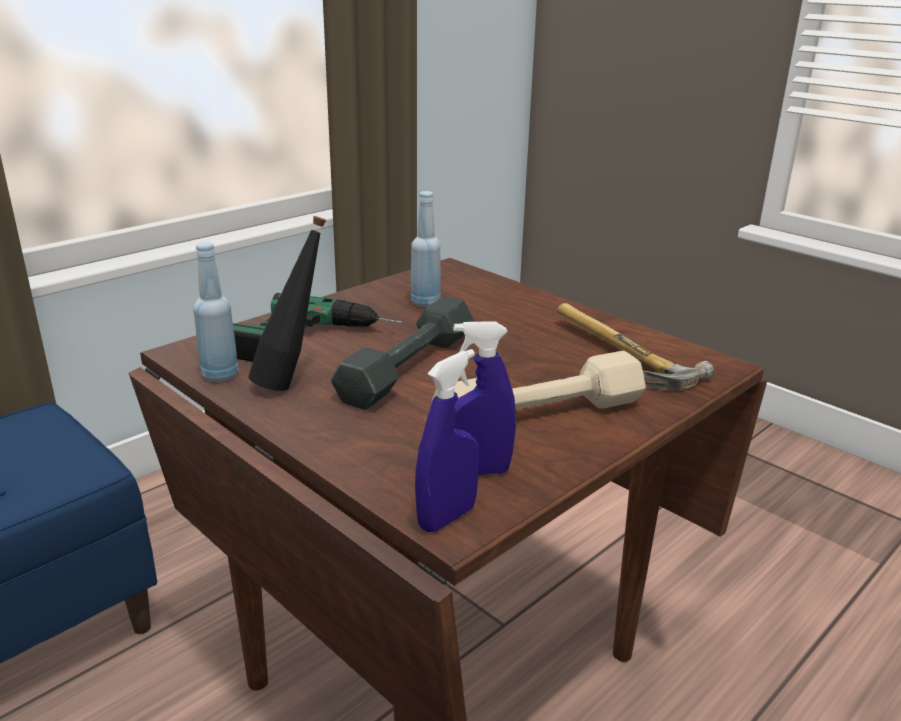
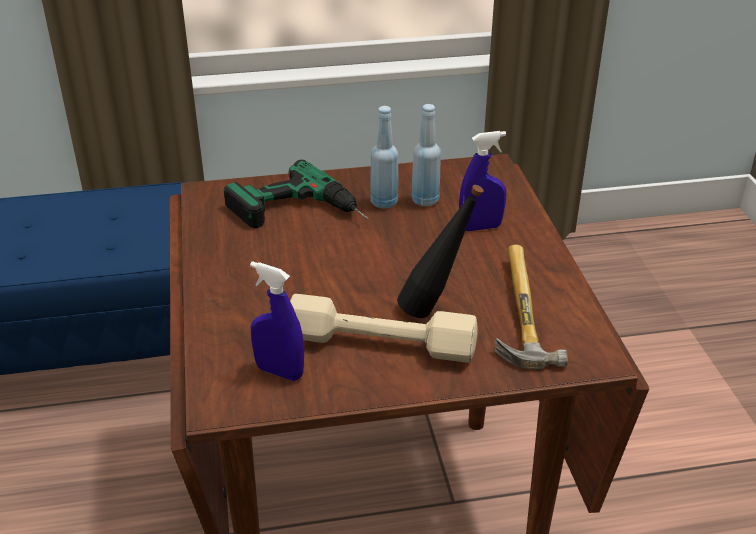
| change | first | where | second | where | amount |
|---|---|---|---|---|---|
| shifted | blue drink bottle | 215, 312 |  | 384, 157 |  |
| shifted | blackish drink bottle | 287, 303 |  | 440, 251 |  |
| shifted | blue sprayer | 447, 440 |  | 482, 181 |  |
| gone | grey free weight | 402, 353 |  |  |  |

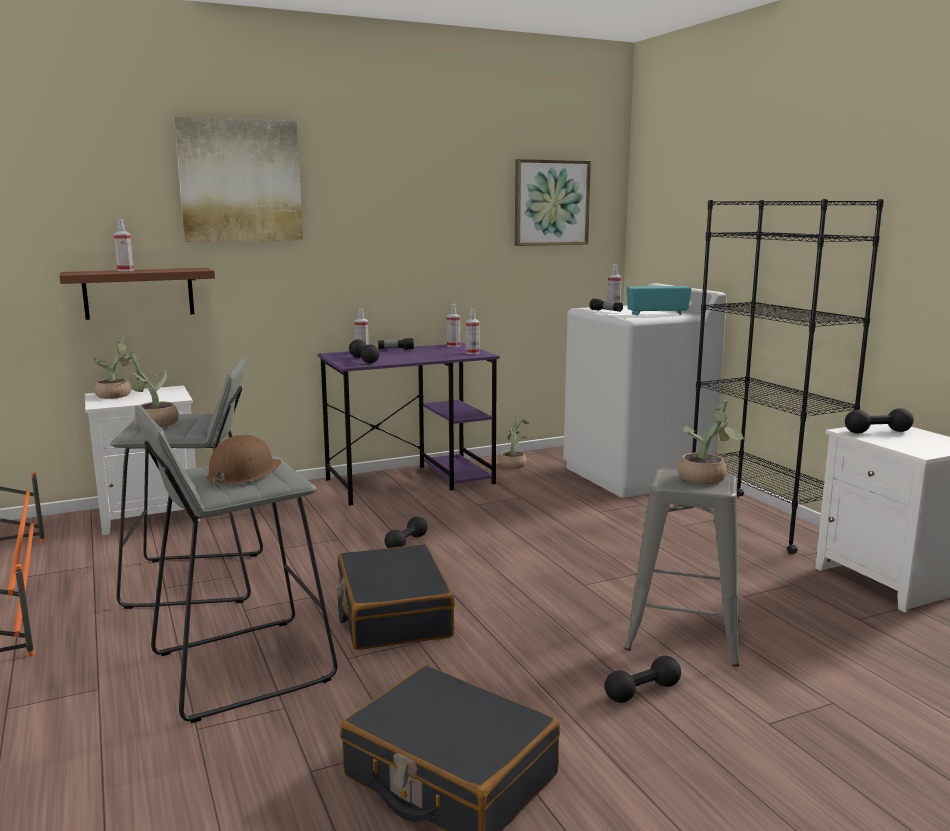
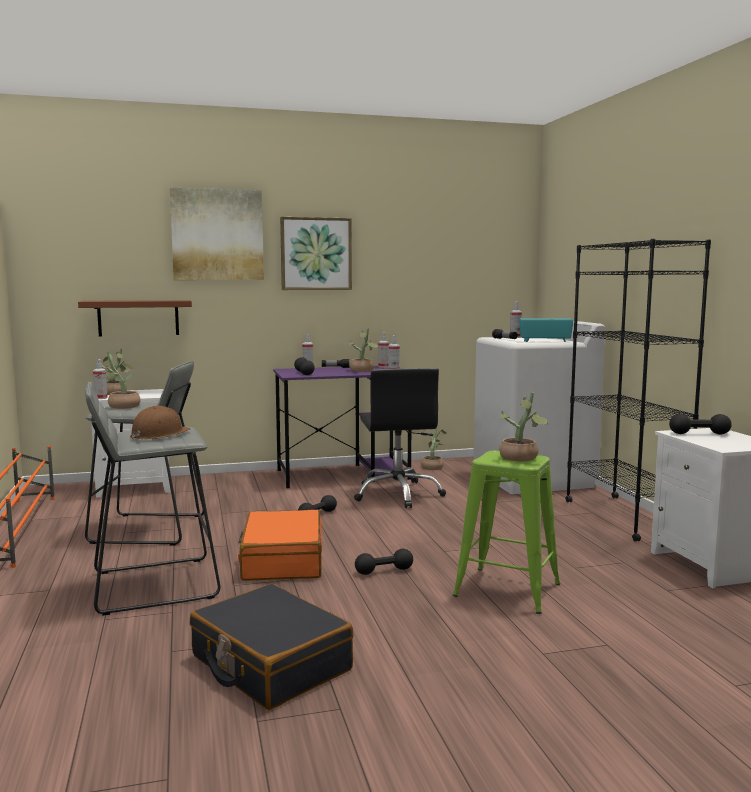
| change | first | where | second | where | amount |
|---|---|---|---|---|---|
| shifted | sprayer | 124, 245 |  | 100, 379 |  |
| repainted | blackish travel case | 396, 597 | orangey travel case | 280, 545 |  |
| shifted | picture | 553, 202 |  | 316, 253 |  |
| new |  |  | plant in a pot | 363, 350 |  |
| new |  |  | blackish computer chair | 400, 438 |  |
| shifted | blackish free weight | 643, 679 |  | 384, 562 |  |
| repainted | grey stool seat | 682, 567 | green-coloured stool seat | 506, 532 |  |

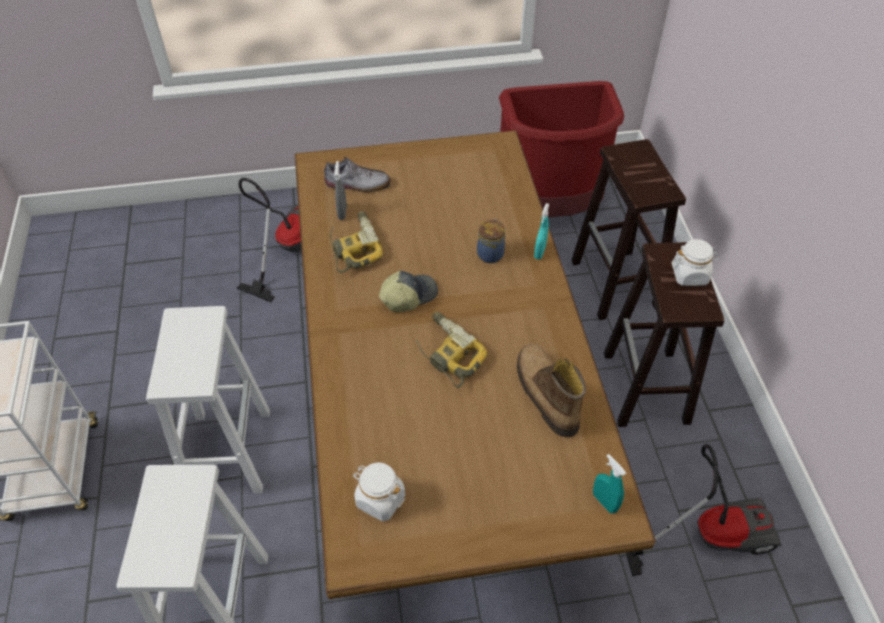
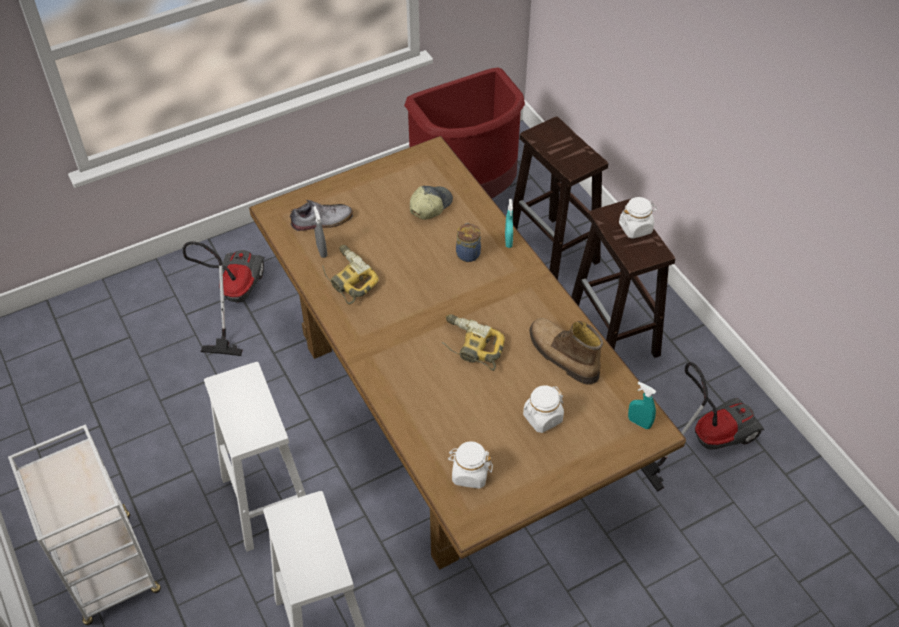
| change | first | where | second | where | amount |
|---|---|---|---|---|---|
| shifted | peaked cap | 408, 291 |  | 431, 203 |  |
| new |  |  | whitish jar | 543, 409 |  |

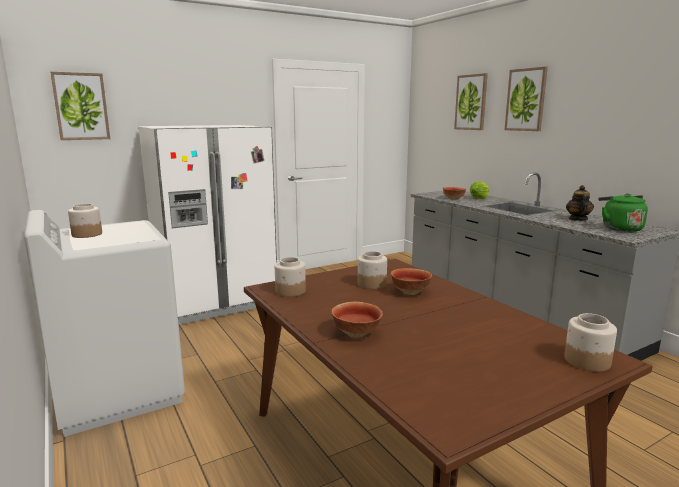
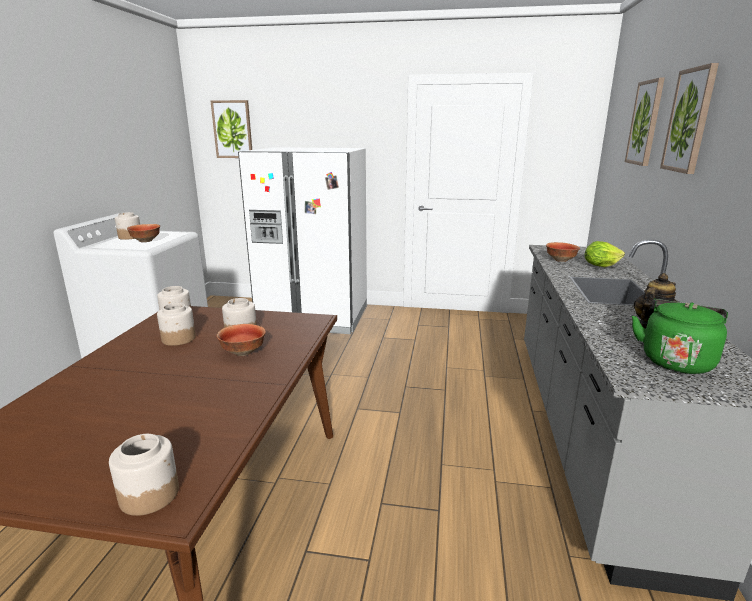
| change | first | where | second | where | amount |
|---|---|---|---|---|---|
| shifted | bowl | 357, 320 |  | 143, 233 |  |
| new |  |  | jar | 176, 324 |  |

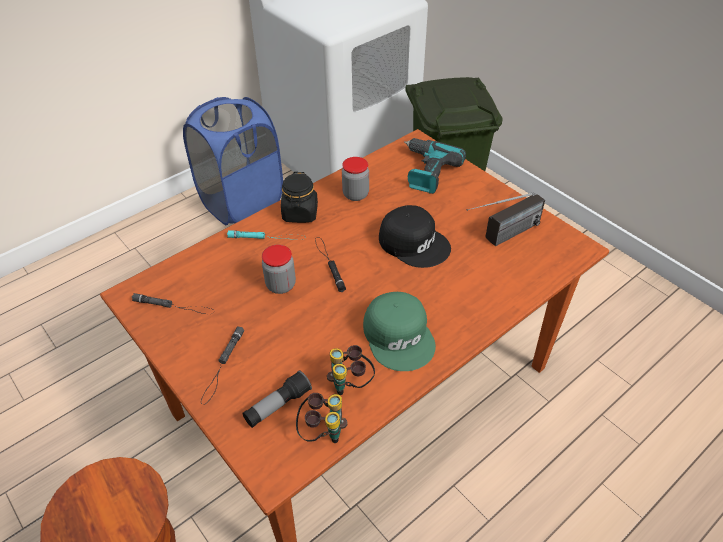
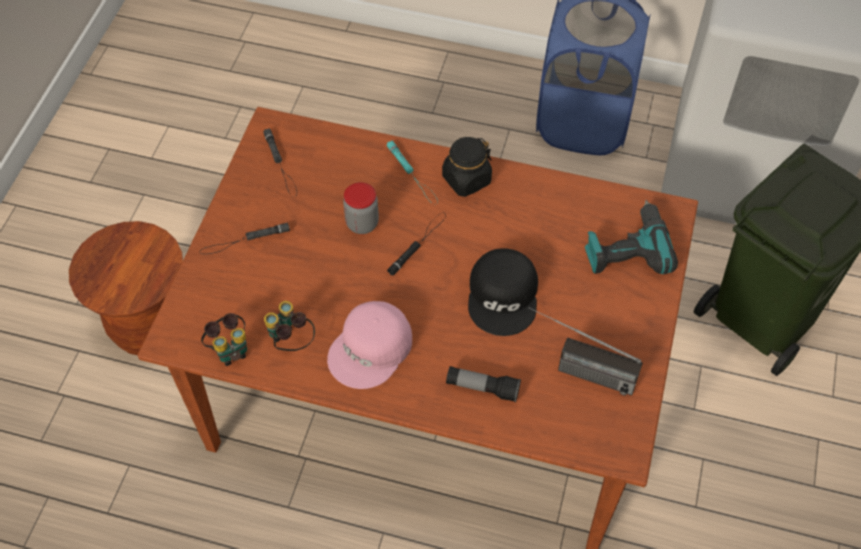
| change | first | where | second | where | amount |
|---|---|---|---|---|---|
| repainted | green-coloured peaked cap | 399, 331 | pink-coloured peaked cap | 369, 345 |  |
| shifted | torch | 277, 399 |  | 483, 384 |  |
| gone | jar | 355, 179 |  |  |  |

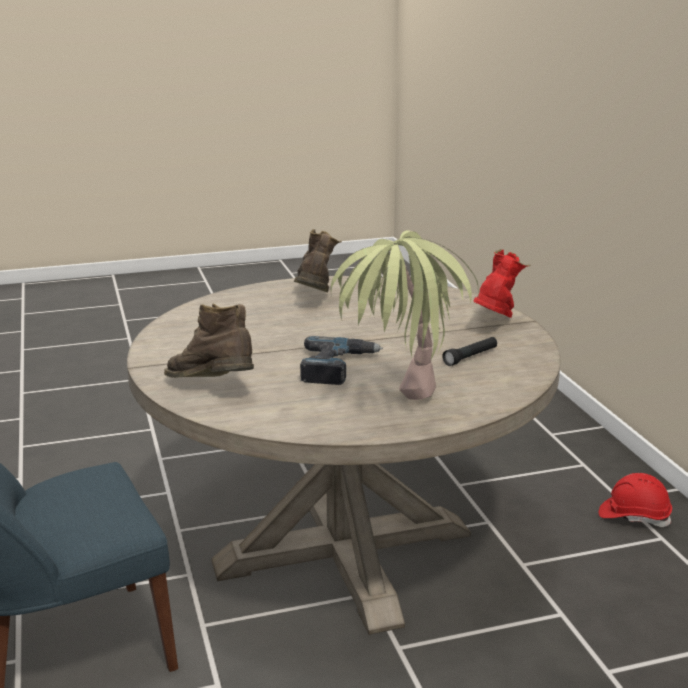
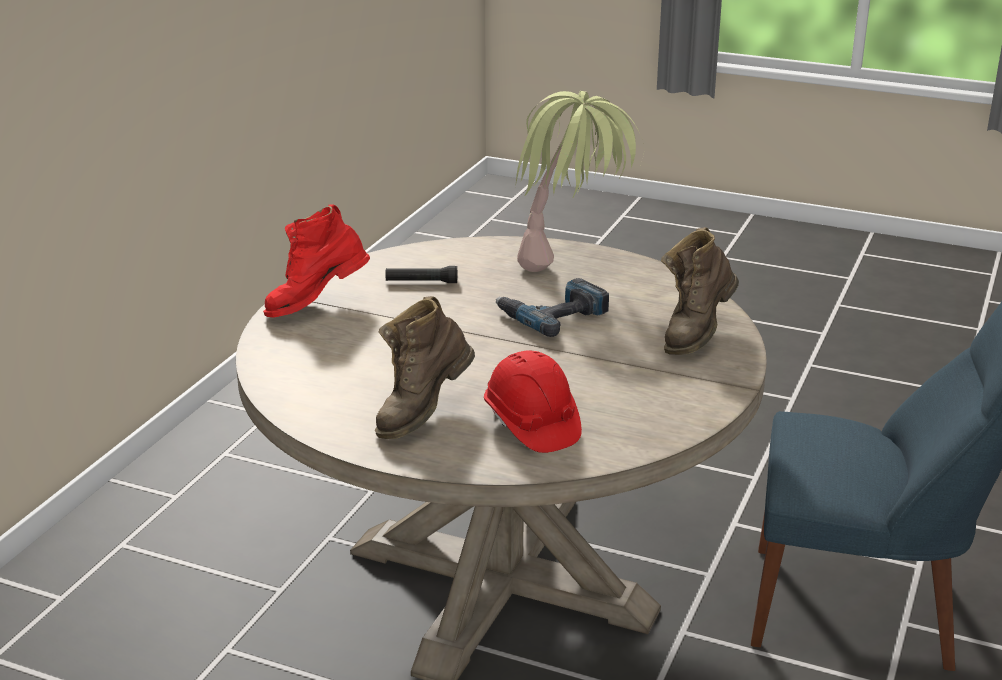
| change | first | where | second | where | amount |
|---|---|---|---|---|---|
| shifted | reddish hard hat | 635, 500 |  | 533, 401 |  |
| rotated | brownish boot | 209, 340 |  | 700, 291 | 45 degrees clockwise |

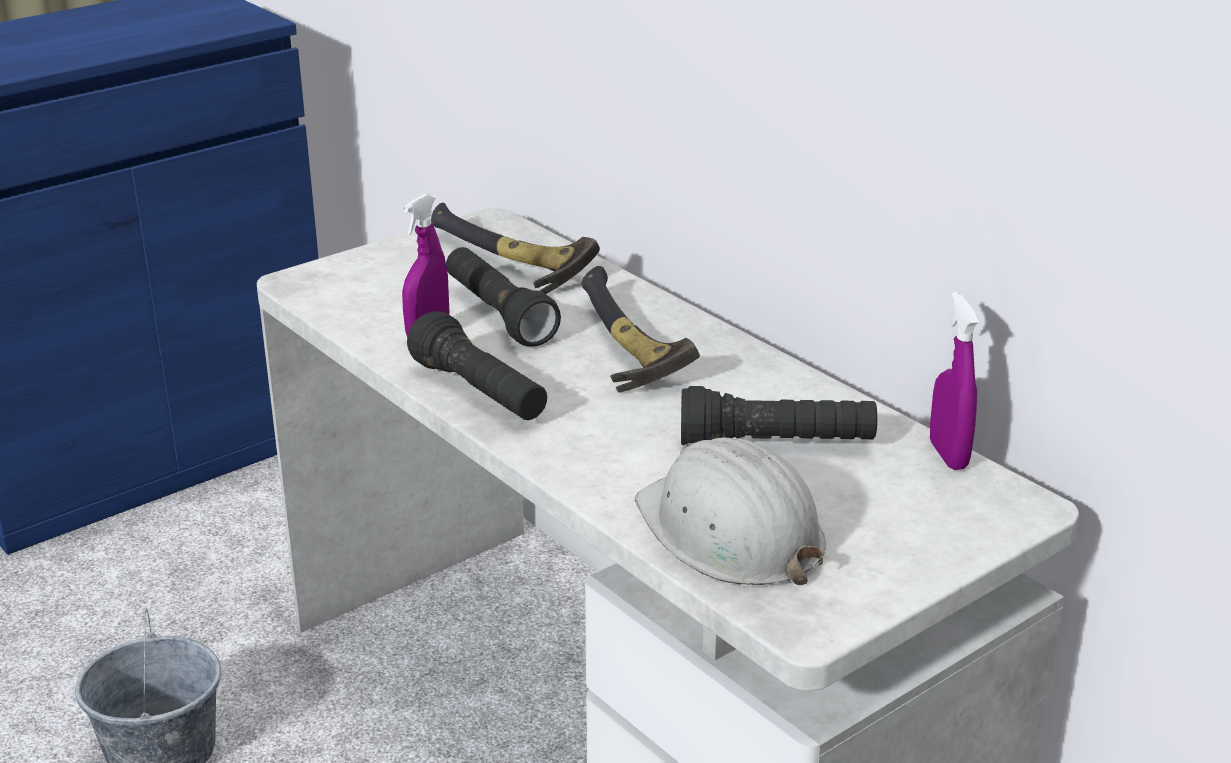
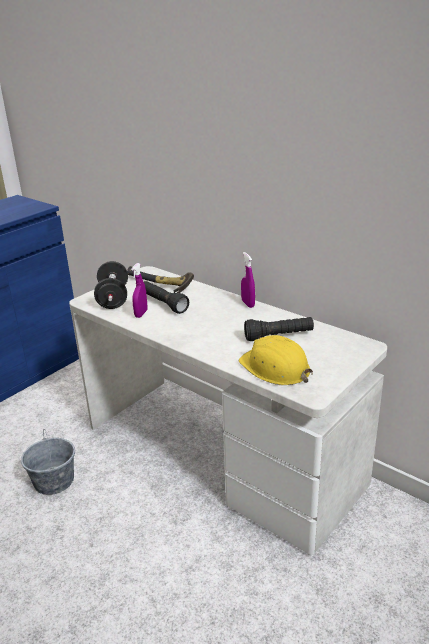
| change | first | where | second | where | amount |
|---|---|---|---|---|---|
| new |  |  | blackish free weight | 111, 285 |  |
| repainted | whitish hard hat | 730, 511 | yellow-coloured hard hat | 276, 360 |  |
| shifted | purple sprayer | 954, 381 |  | 248, 280 |  |
| gone | blackish torch | 477, 365 |  |  |  |
| gone | hand hammer | 641, 329 |  |  |  |

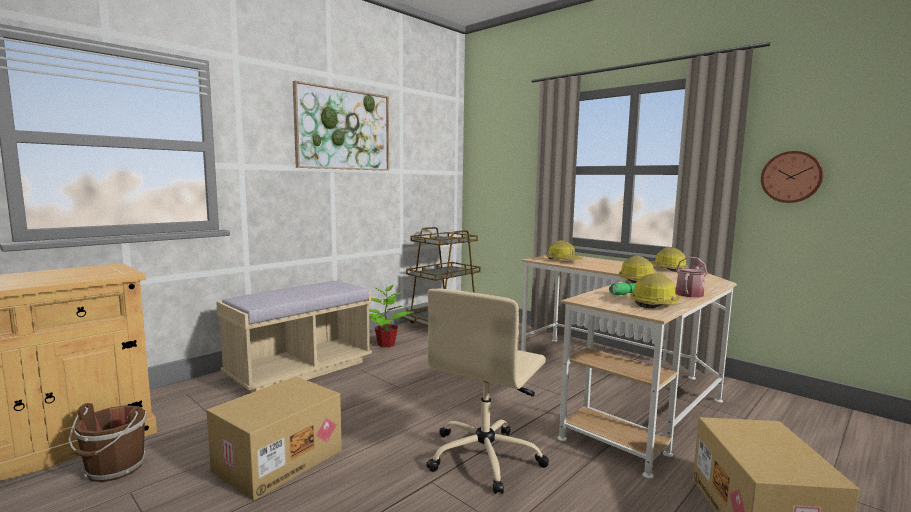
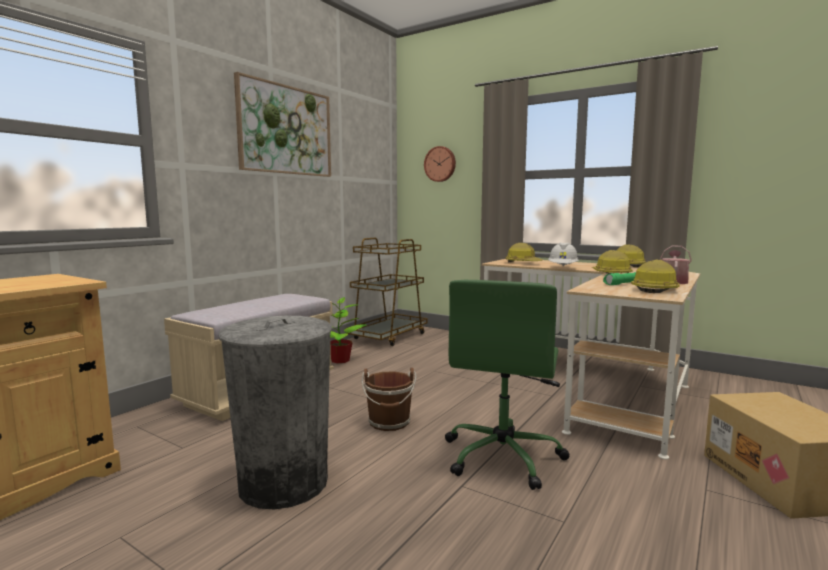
| change | first | where | second | where | amount |
|---|---|---|---|---|---|
| swapped | packing box | 274, 438 | grey rubbish bin | 275, 412 |  |
| shifted | brownish bucket | 107, 442 |  | 389, 399 |  |
| shifted | hanging clock | 792, 177 |  | 440, 164 |  |
| repainted | beige computer chair | 487, 391 | green-coloured computer chair | 507, 385 |  |
| new |  |  | whitish hard hat | 563, 254 |  |

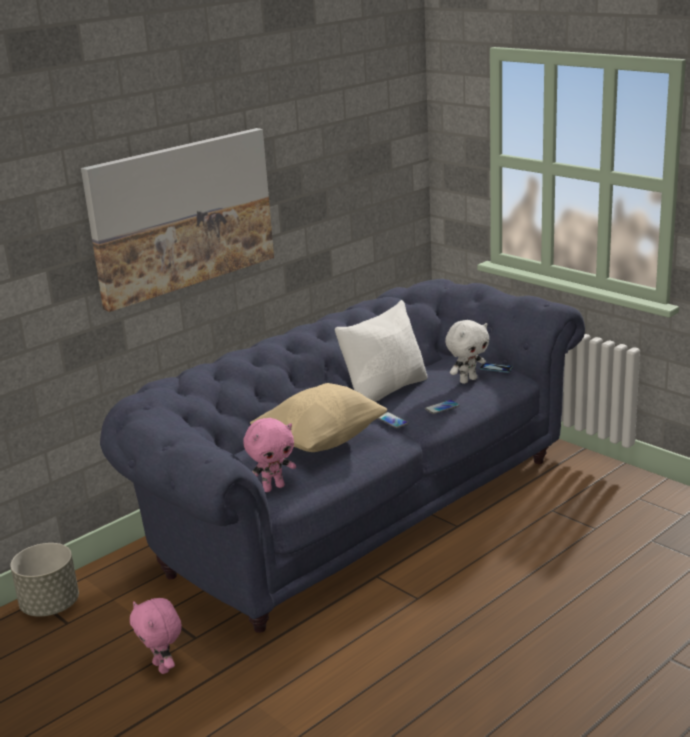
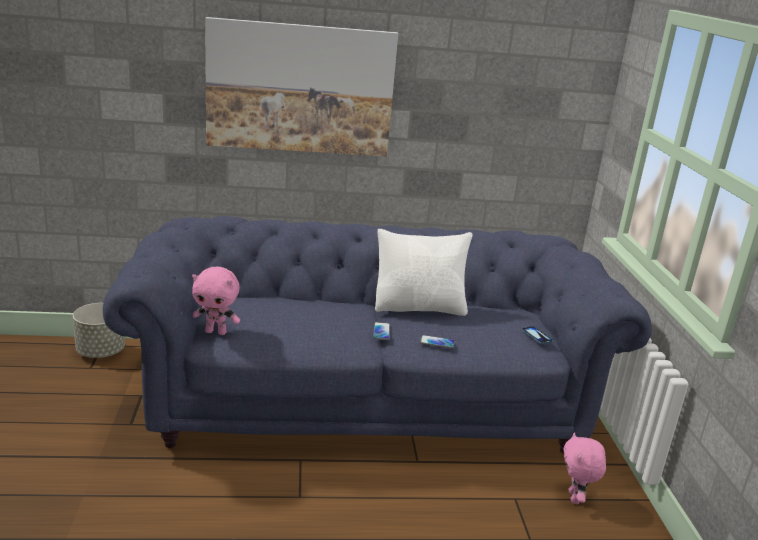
| change | first | where | second | where | amount |
|---|---|---|---|---|---|
| shifted | pink-coloured soft toy | 156, 636 |  | 584, 468 |  |
| gone | beige throw pillow | 318, 417 |  |  |  |
| gone | whitish soft toy | 467, 352 |  |  |  |

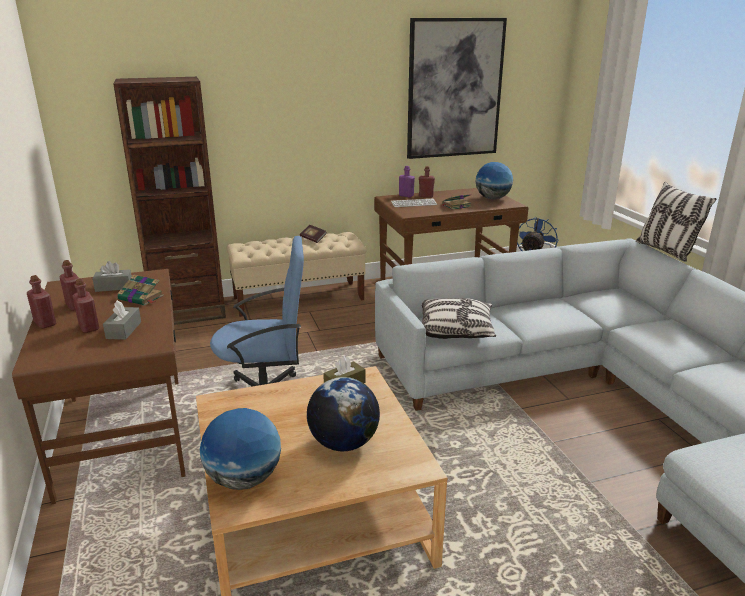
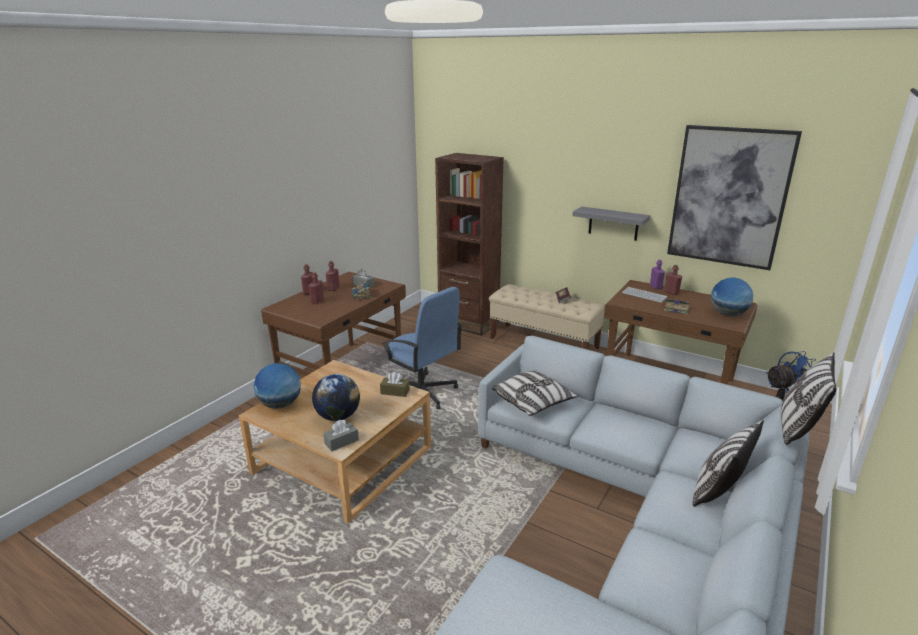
| change | first | where | second | where | amount |
|---|---|---|---|---|---|
| shifted | grey tissue holder | 122, 320 |  | 341, 435 |  |
| new |  |  | grey shelf | 611, 224 |  |
| new |  |  | throw pillow | 728, 463 |  |

